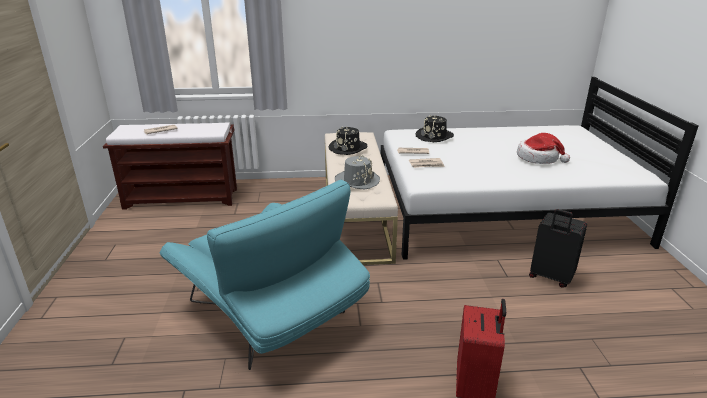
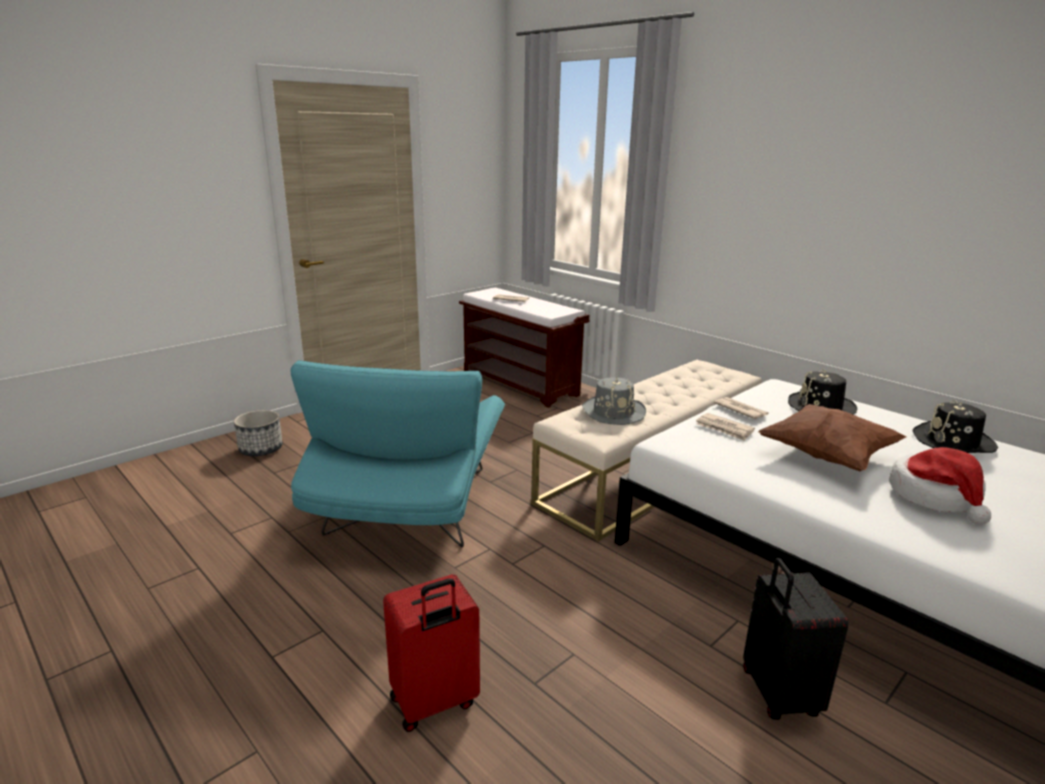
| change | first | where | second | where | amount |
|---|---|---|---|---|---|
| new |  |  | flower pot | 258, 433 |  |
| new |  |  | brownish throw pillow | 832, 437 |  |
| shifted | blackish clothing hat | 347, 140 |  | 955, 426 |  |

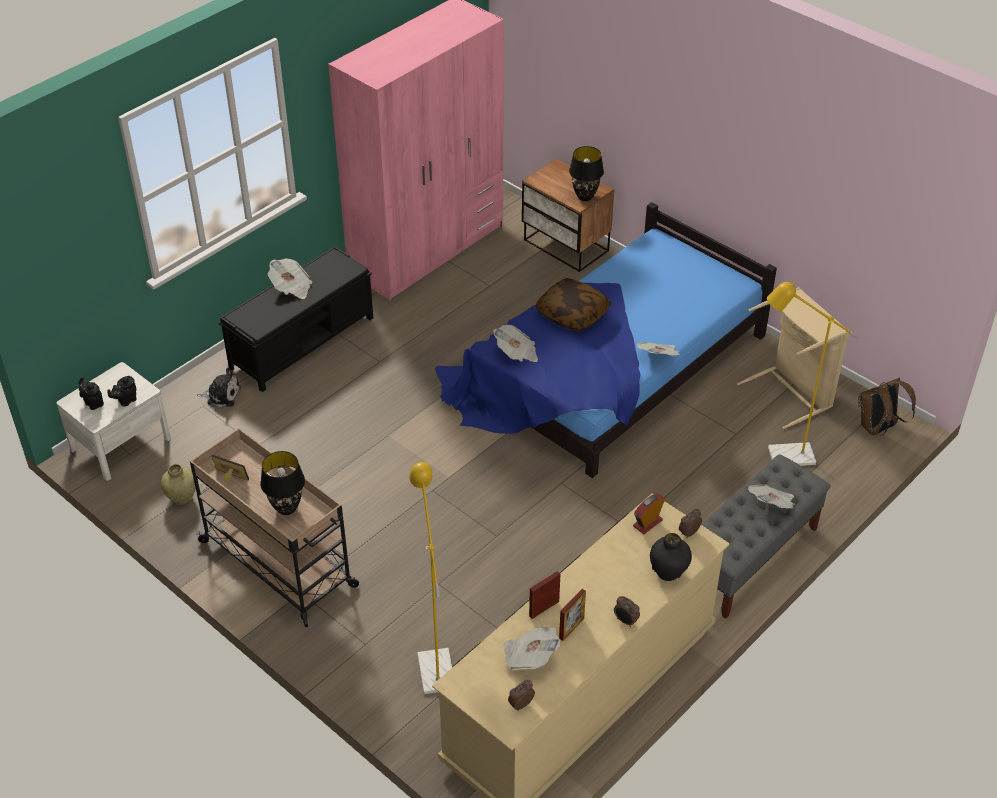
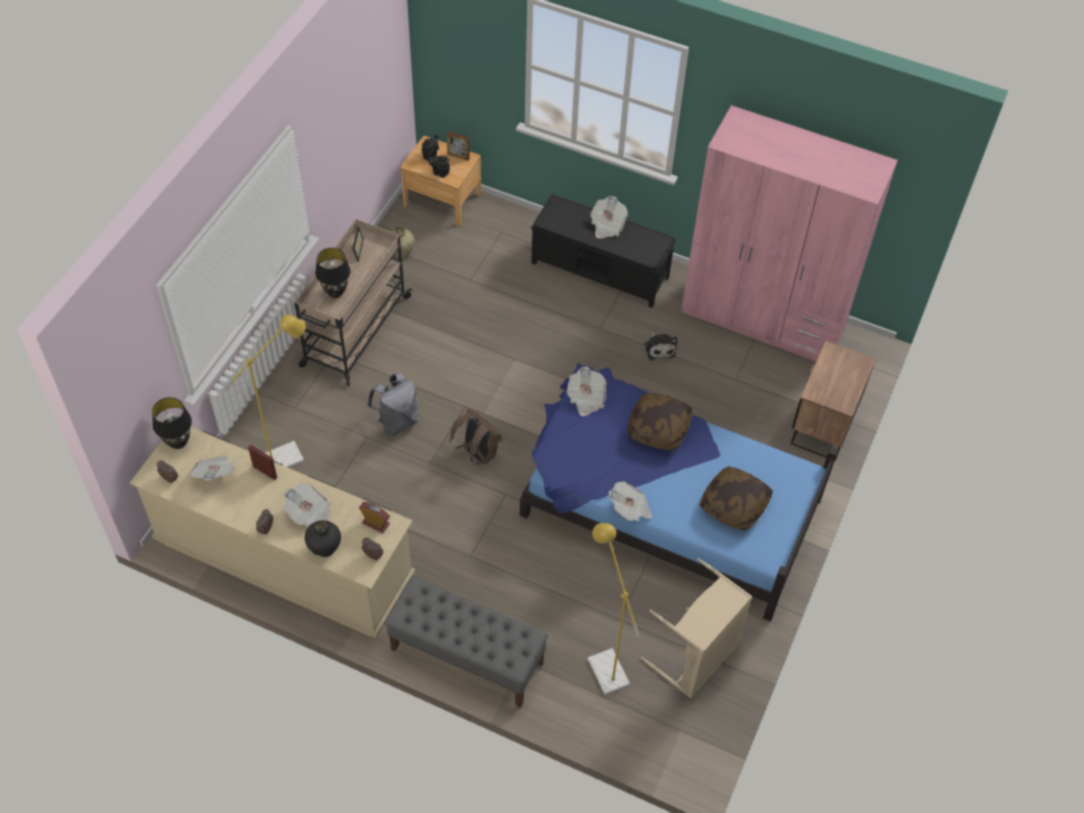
| change | first | where | second | where | amount |
|---|---|---|---|---|---|
| shifted | blackish lamp for a table | 586, 173 |  | 172, 423 |  |
| shifted | daily paper | 771, 496 |  | 307, 505 |  |
| new |  |  | grey rucksack | 393, 404 |  |
| repainted | whitish nightstand | 114, 421 | brownish nightstand | 441, 181 |  |
| shifted | standing frame | 572, 615 |  | 458, 146 |  |
| shifted | brownish rucksack | 887, 407 |  | 476, 436 |  |
| shifted | soft toy | 219, 388 |  | 660, 346 |  |
| new |  |  | throw pillow | 736, 498 |  |

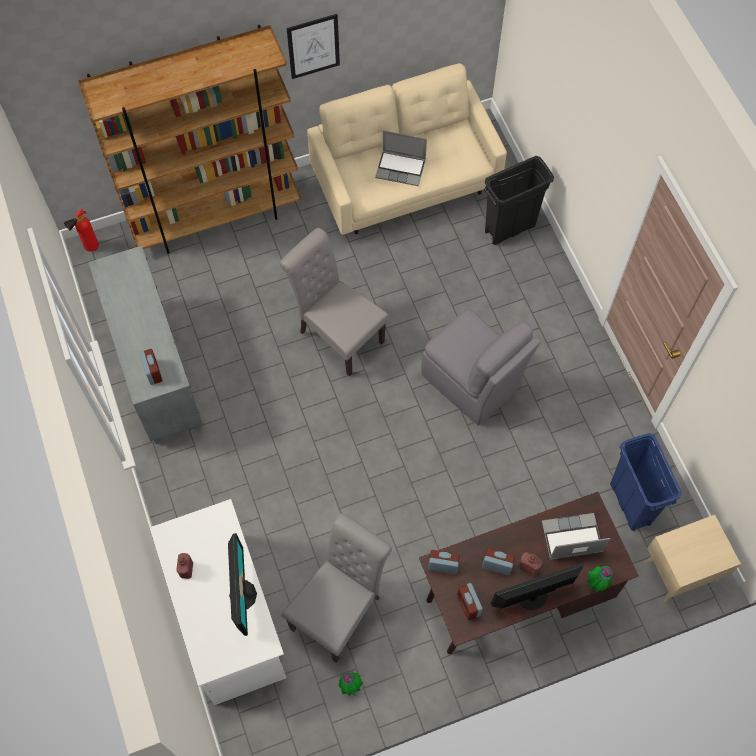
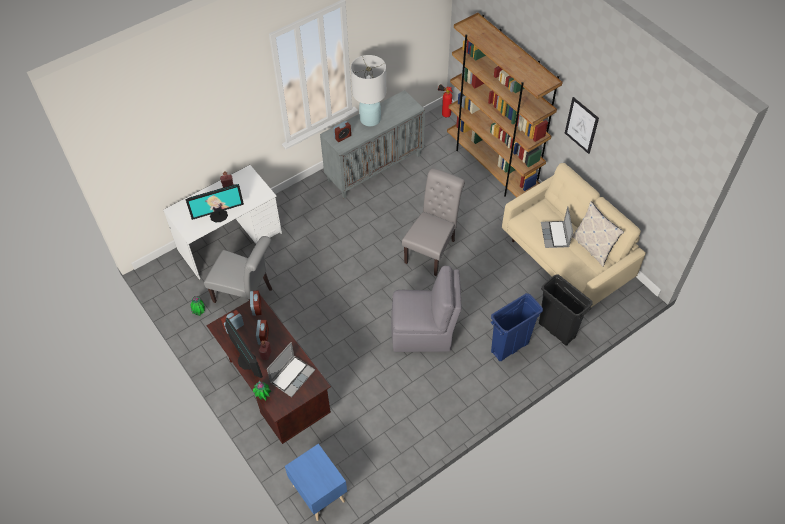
| change | first | where | second | where | amount |
|---|---|---|---|---|---|
| rotated | laptop | 576, 536 |  | 291, 369 | 60 degrees clockwise |
| repainted | beige nightstand | 693, 558 | blue nightstand | 316, 482 |  |
| new |  |  | whitish lamp for a table | 369, 90 |  |
| rotated | grey upright chair | 481, 368 |  | 426, 309 | 120 degrees counterclockwise |
| shifted | blue rubbish bin | 646, 482 |  | 517, 327 |  |
| new |  |  | throw pillow | 598, 234 |  |

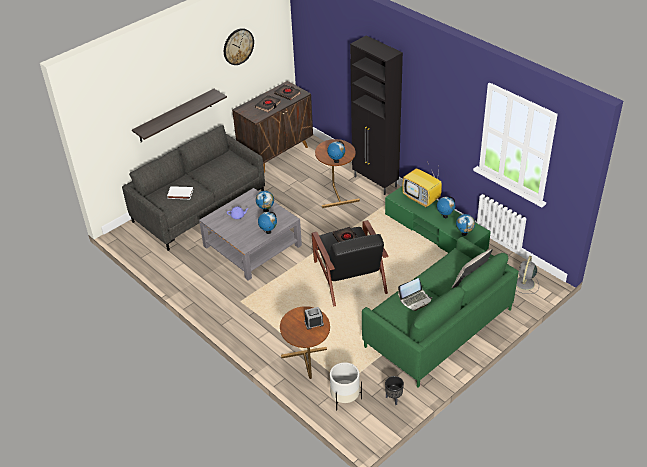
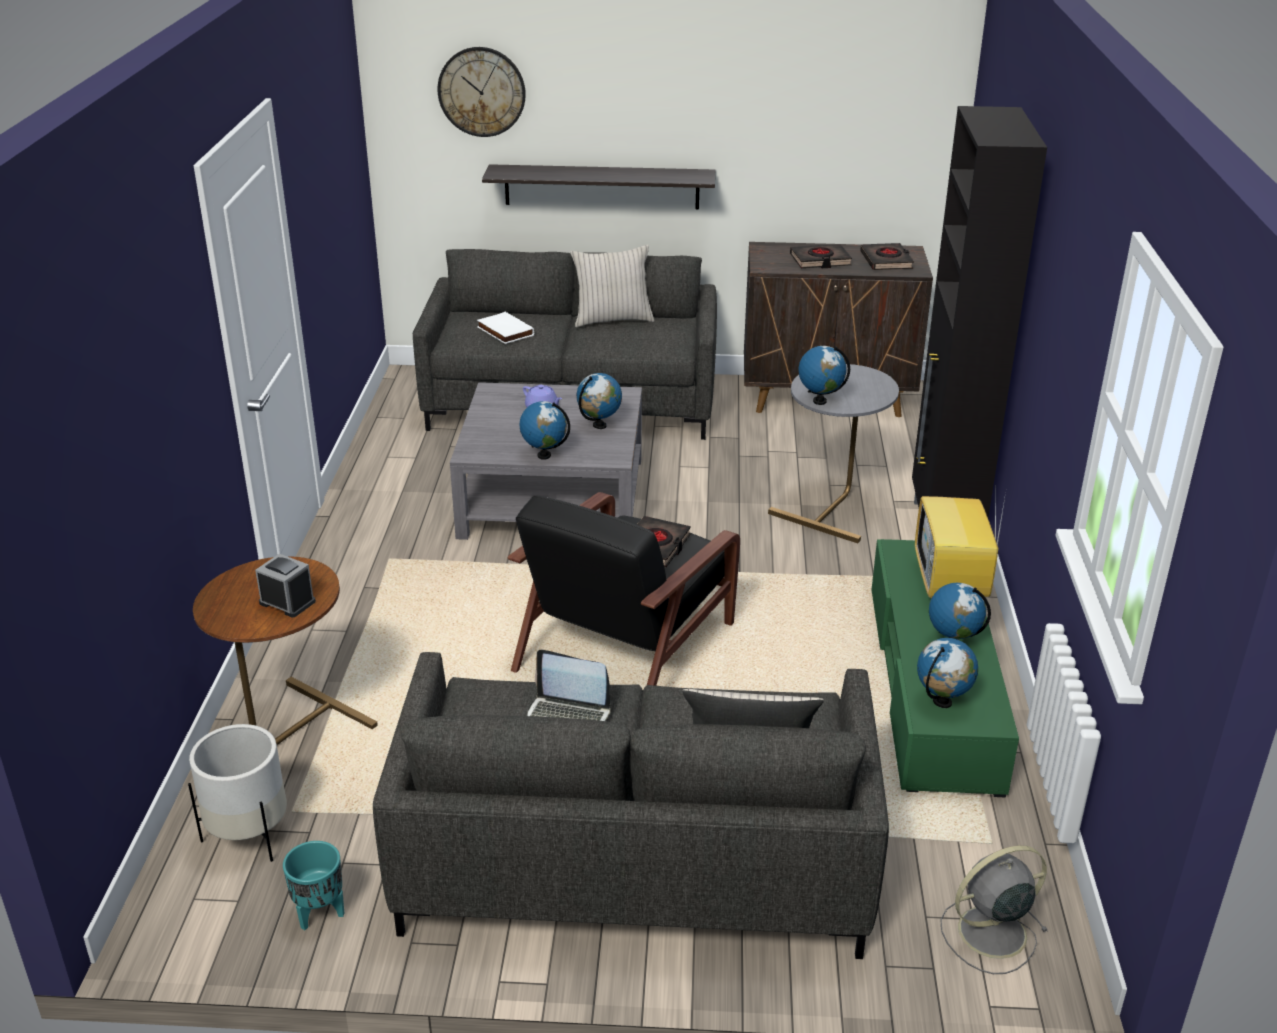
| change | first | where | second | where | amount |
|---|---|---|---|---|---|
| repainted | blackish flower pot | 394, 390 | turquoise flower pot | 313, 885 |  |
| repainted | green-coloured settee | 440, 312 | grey settee | 631, 805 |  |
| shifted | hanging clock | 239, 46 |  | 481, 92 |  |
| new |  |  | beige throw pillow | 612, 286 |  |
| repainted | brownish end table | 337, 173 | grey end table | 833, 453 |  |

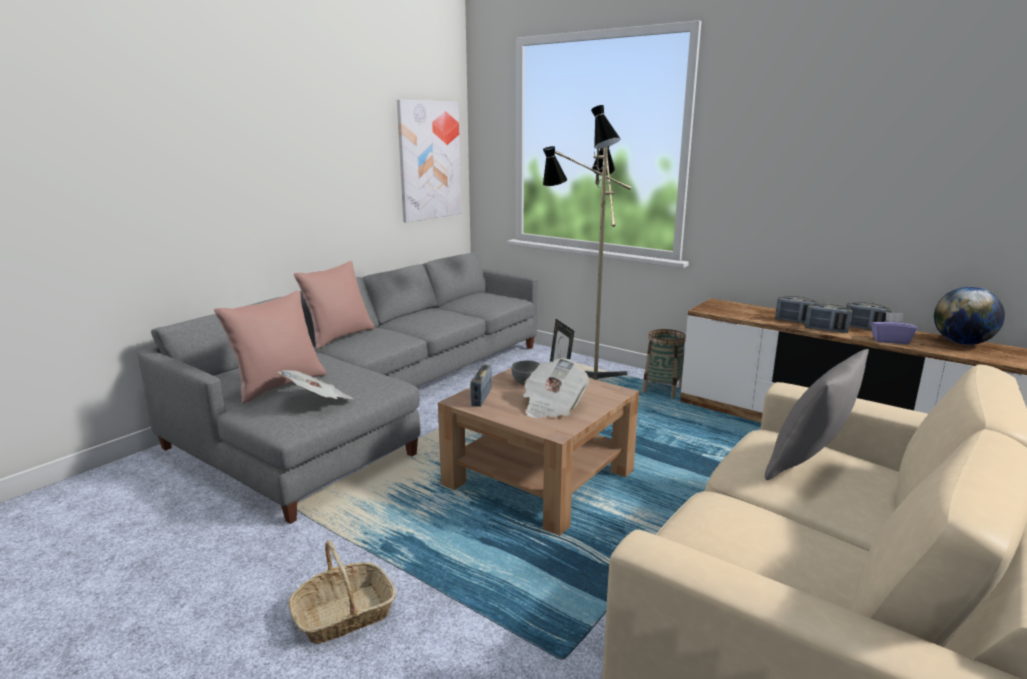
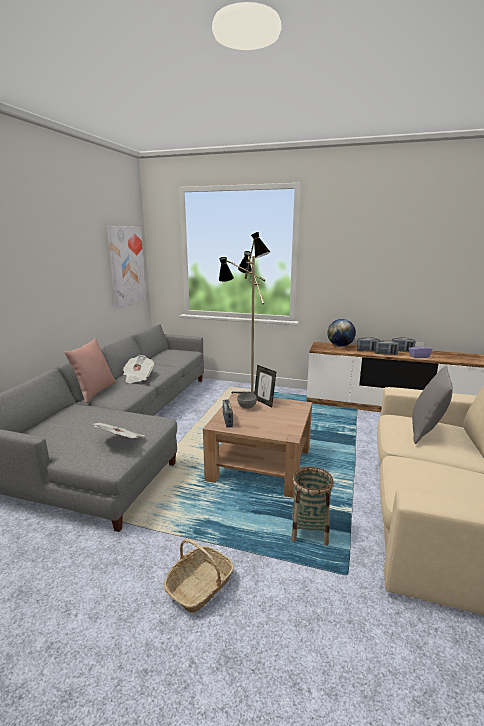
| change | first | where | second | where | amount |
|---|---|---|---|---|---|
| shifted | daily paper | 556, 388 |  | 138, 369 |  |
| shifted | household basket | 664, 364 |  | 312, 506 |  |
| shifted | desk globe | 969, 316 |  | 341, 333 |  |
| gone | pink-coloured throw pillow | 270, 347 |  |  |  |

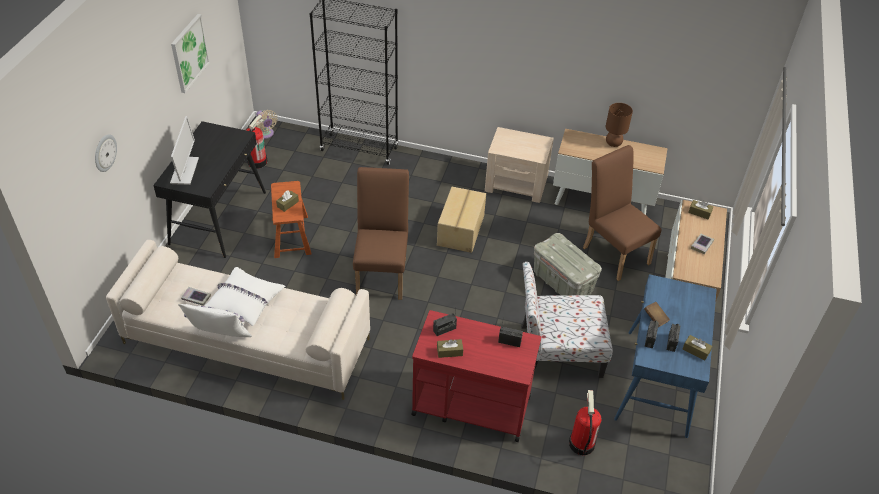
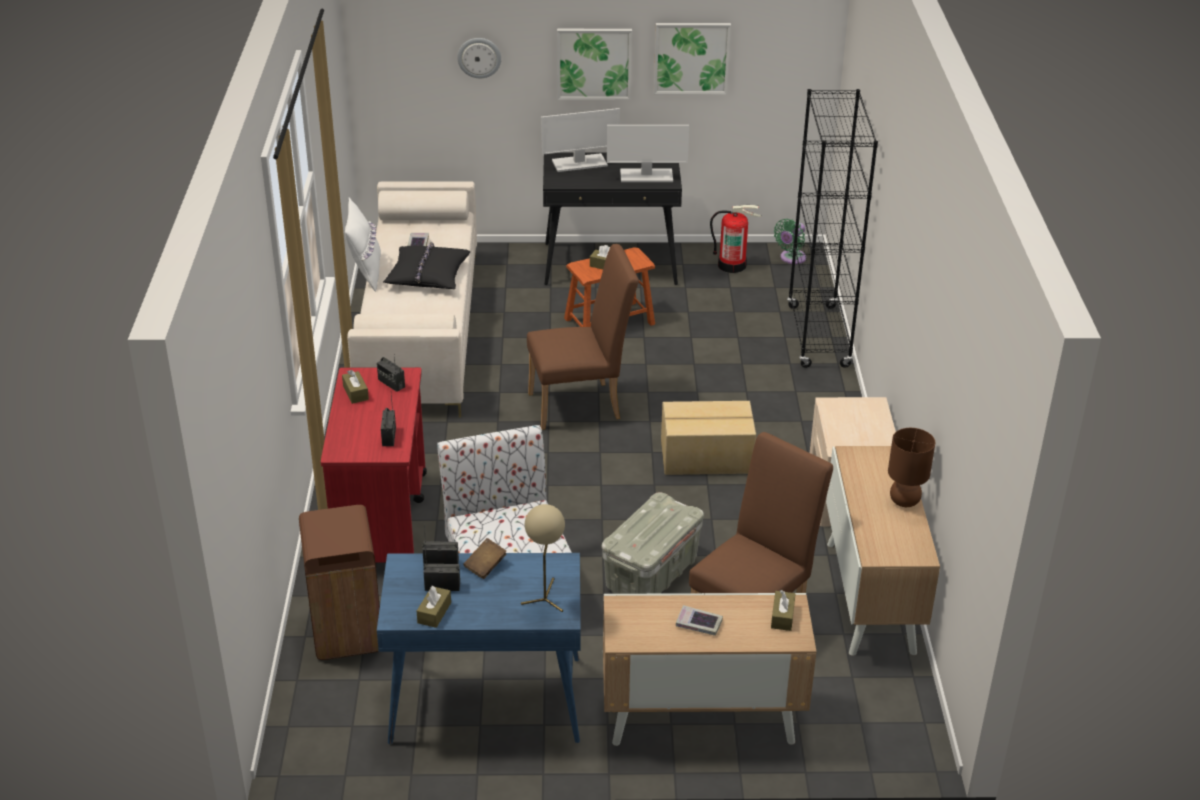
| change | first | where | second | where | amount |
|---|---|---|---|---|---|
| swapped | fire-fighting cylinder | 585, 422 | brownish rubbish bin | 339, 582 |  |
| repainted | whitish throw pillow | 245, 296 | blackish throw pillow | 426, 265 |  |
| new |  |  | beige lamp for a table | 543, 558 |  |
| new |  |  | picture | 594, 64 |  |
| new |  |  | computer display | 648, 153 |  |
| repainted | beige cooling fan | 267, 124 | green-coloured cooling fan | 790, 241 |  |

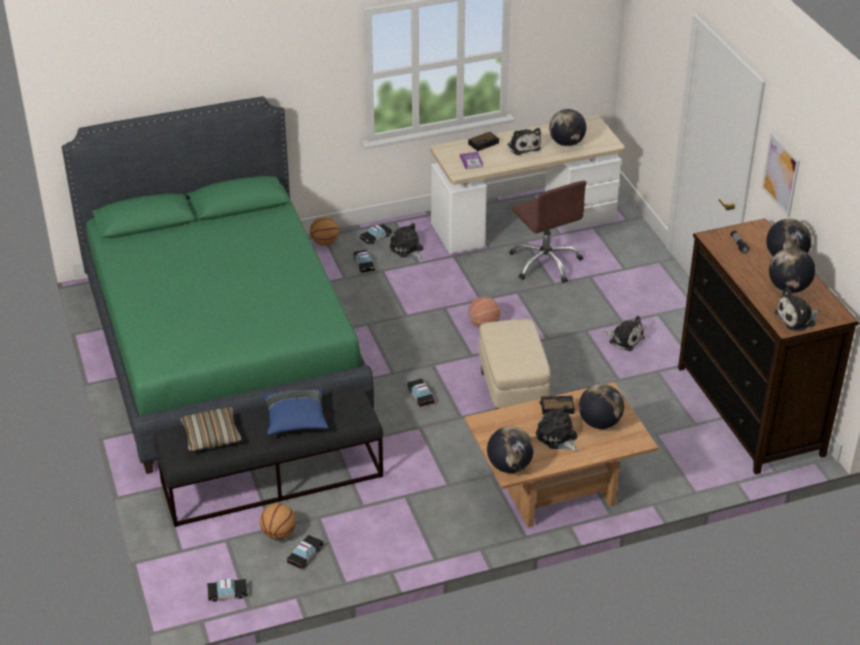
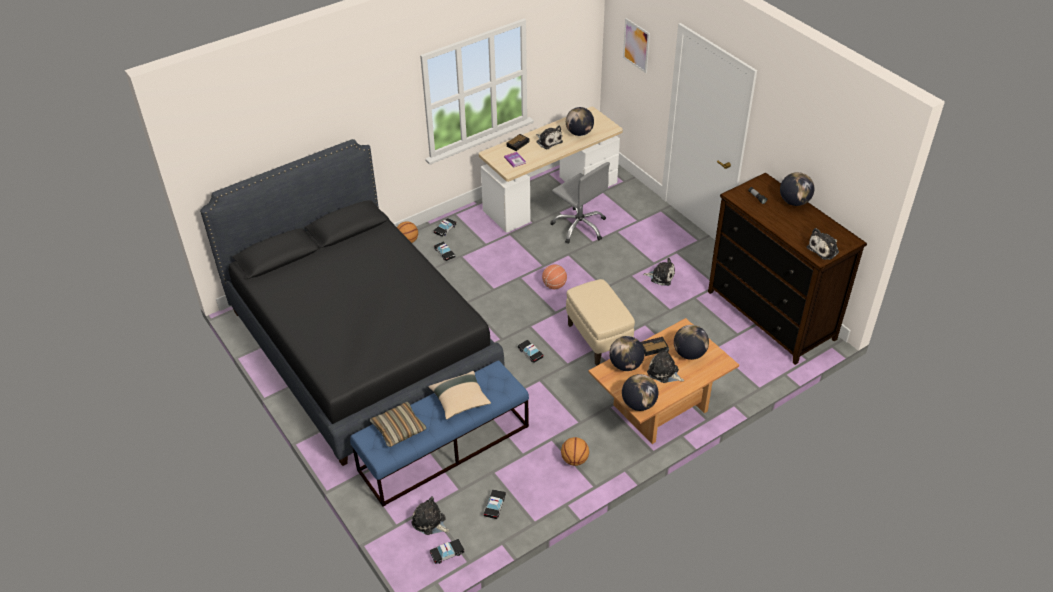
| change | first | where | second | where | amount |
|---|---|---|---|---|---|
| repainted | green-coloured bed | 218, 285 | blackish bed | 352, 302 |  |
| repainted | blackish indoor bench | 268, 456 | blue indoor bench | 439, 433 |  |
| shifted | soft toy | 407, 241 |  | 430, 515 |  |
| repainted | blue throw pillow | 295, 411 | beige throw pillow | 459, 395 |  |
| repainted | brownish computer chair | 547, 231 | grey computer chair | 580, 203 |  |
| shifted | ball for basketball | 278, 521 |  | 575, 451 |  |
| shifted | desk globe | 792, 270 |  | 627, 353 |  |
| shifted | picture | 781, 175 |  | 636, 45 |  |

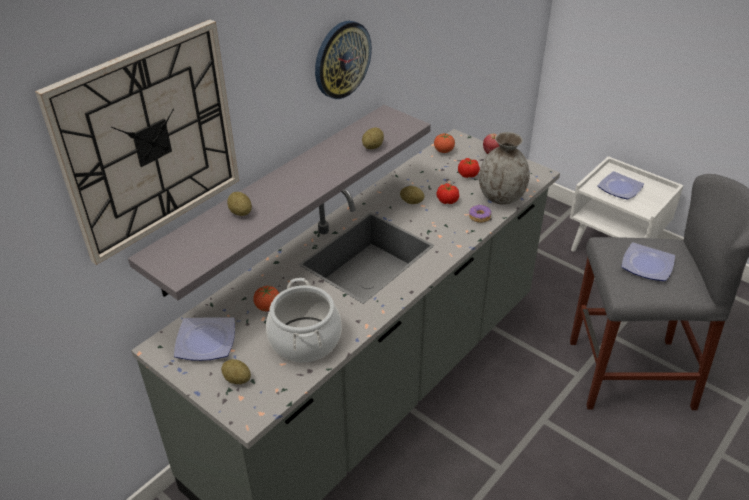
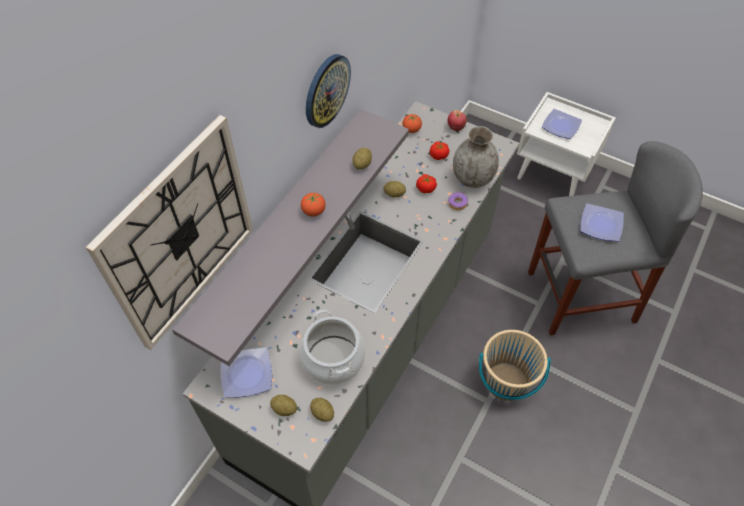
| change | first | where | second | where | amount |
|---|---|---|---|---|---|
| shifted | tomato | 266, 299 |  | 313, 205 |  |
| shifted | spud | 239, 204 |  | 322, 410 |  |
| new |  |  | beige bucket | 515, 365 |  |

